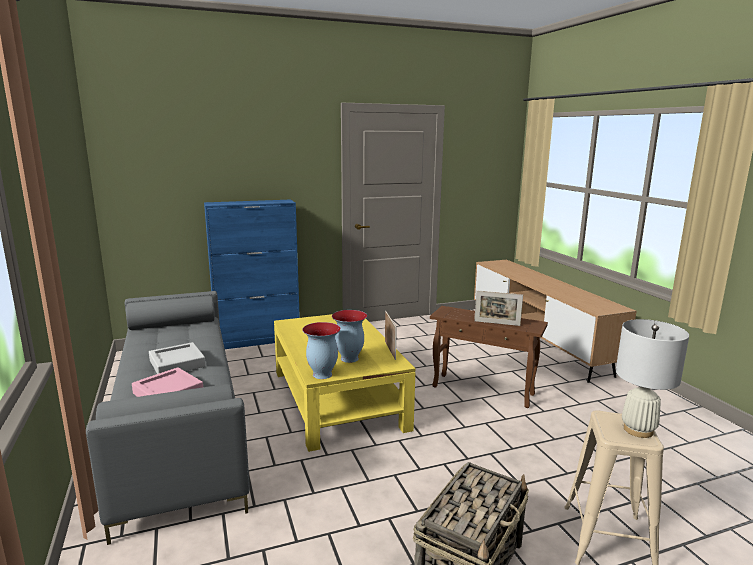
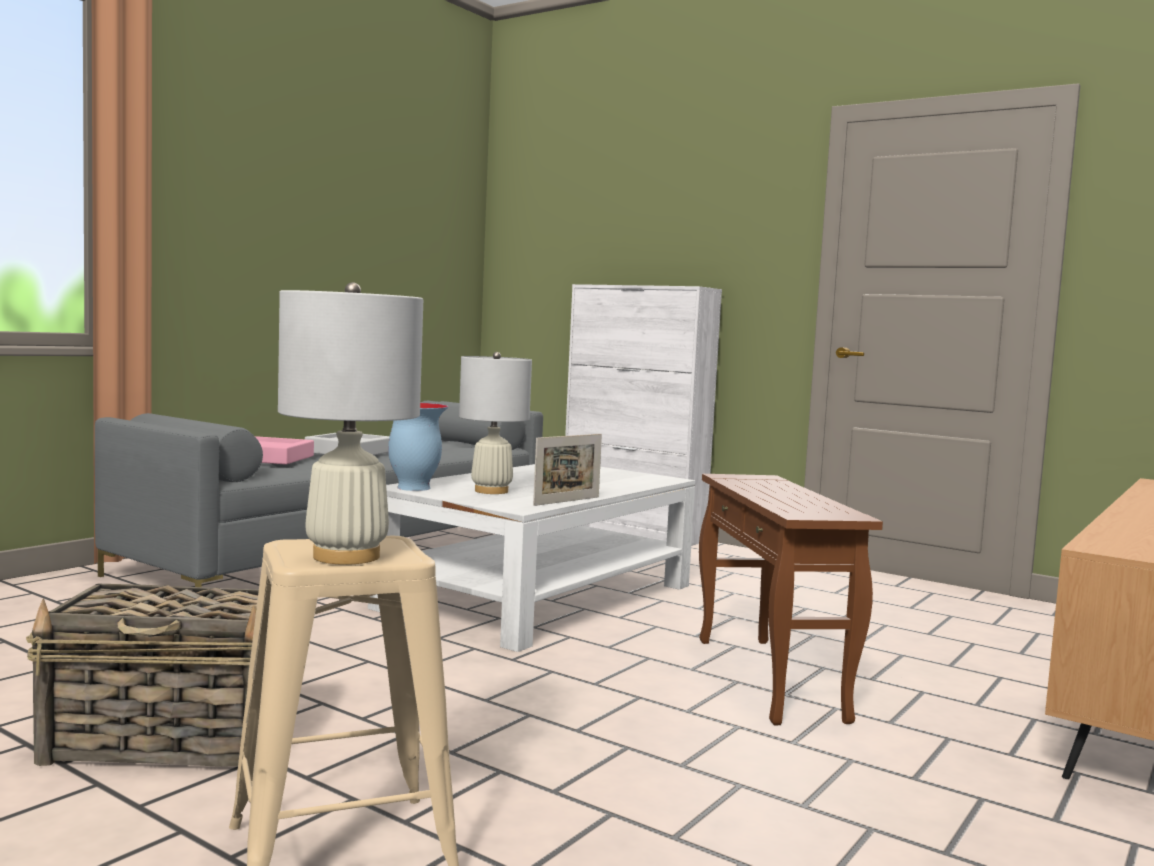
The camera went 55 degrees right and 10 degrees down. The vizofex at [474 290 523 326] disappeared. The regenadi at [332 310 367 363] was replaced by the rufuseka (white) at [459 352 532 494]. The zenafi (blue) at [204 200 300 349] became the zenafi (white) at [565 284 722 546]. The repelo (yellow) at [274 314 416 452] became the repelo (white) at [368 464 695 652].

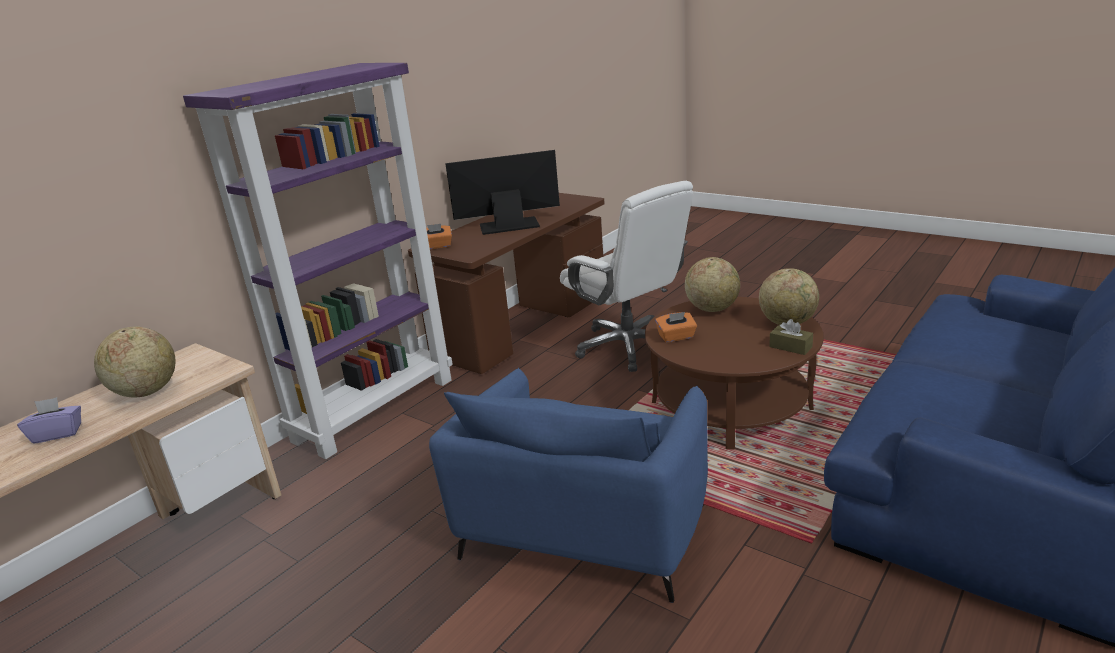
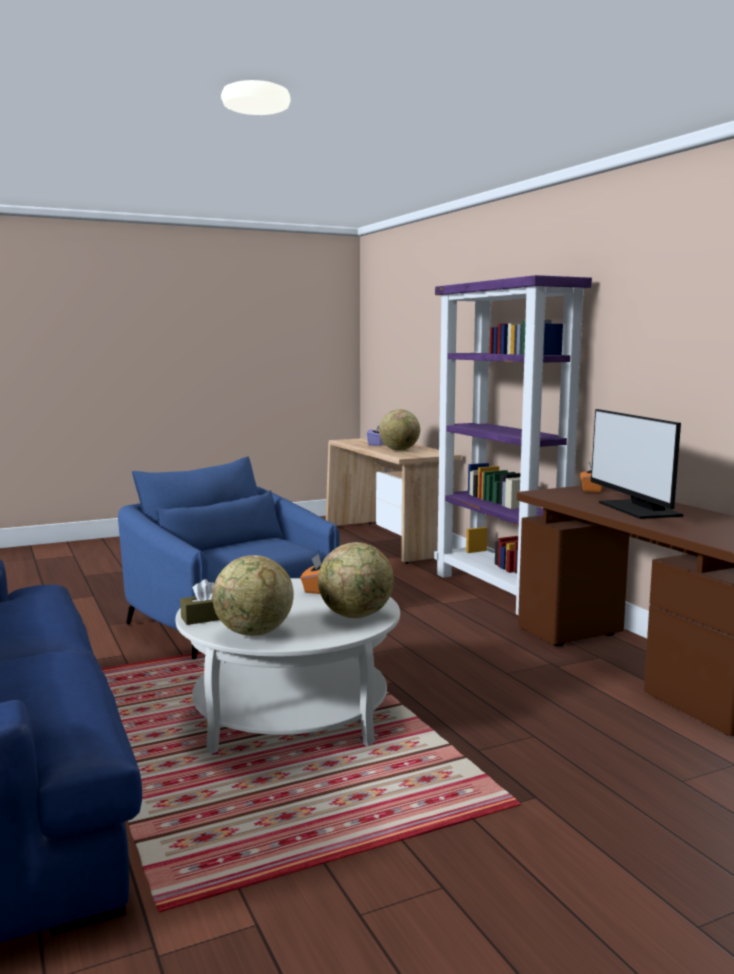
The camera went 115 degrees right and 15 degrees down. The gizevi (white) at [560 181 693 372] disappeared. The repelo (brown) at [645 297 824 450] became the repelo (white) at [176 578 400 753]. The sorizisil at [445 150 560 235] turned 150 degrees clockwise.

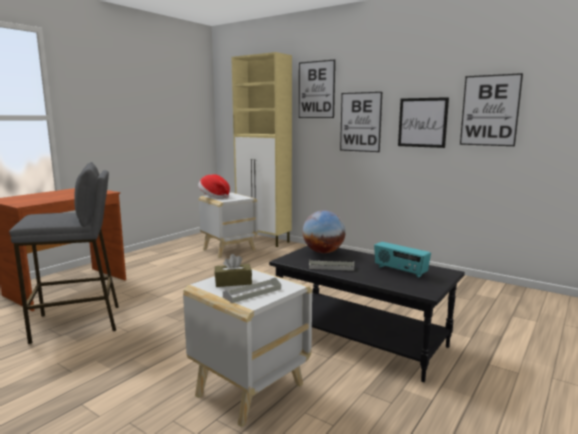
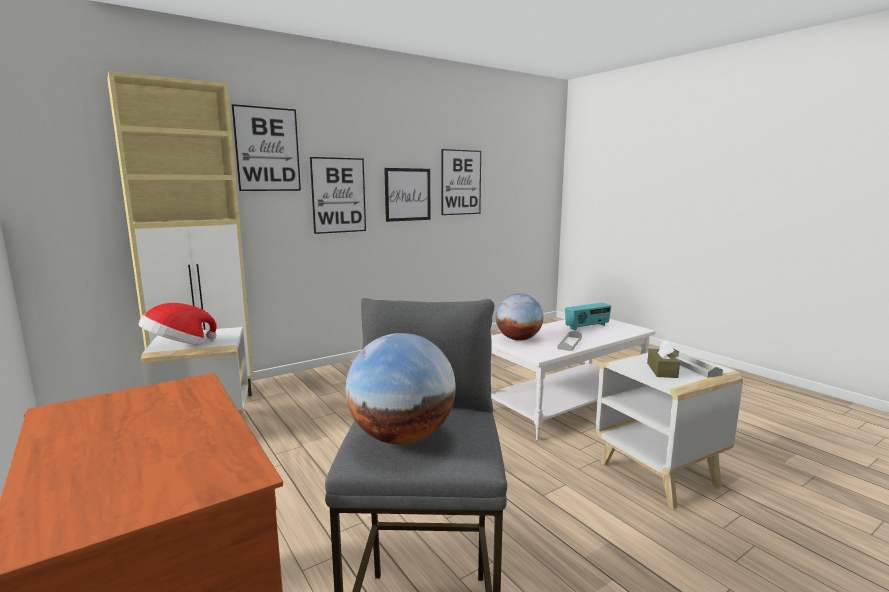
The camera went 70 degrees left and 0 degrees up. The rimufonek at [346 333 456 444] appeared. The repelo (black) at [269 246 465 382] became the repelo (white) at [491 319 655 440].

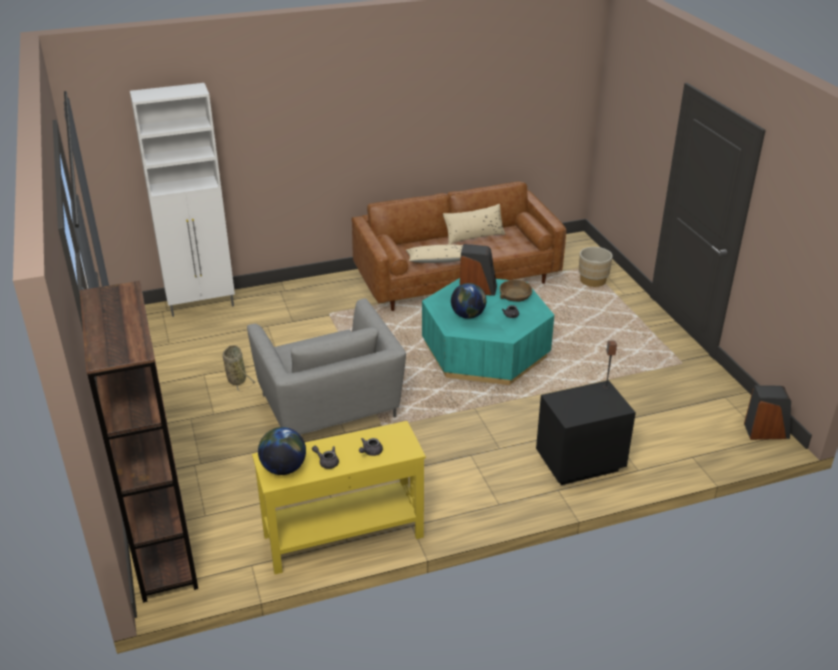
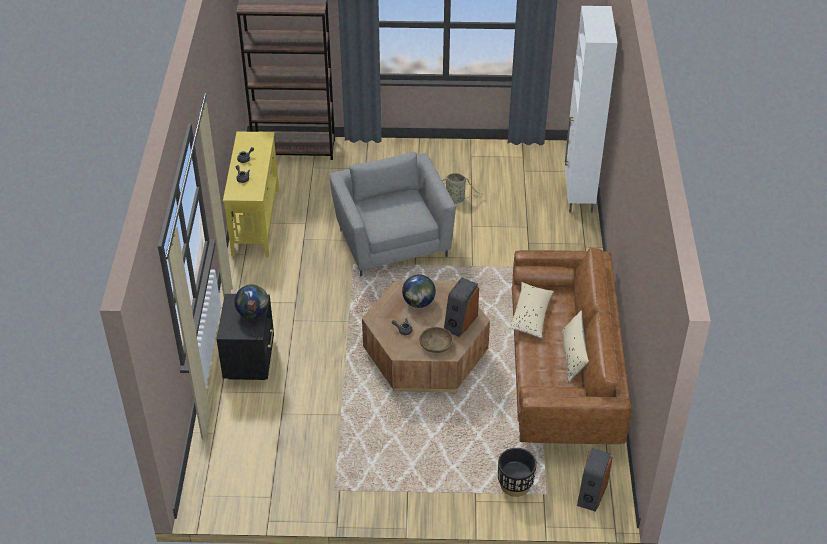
The camera went 110 degrees right and 10 degrees up. The rimufonek moved from [258 427 306 475] to [234 285 269 319]. The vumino moved from [744 385 791 440] to [577 448 612 512]. The repelo (turquoise) at [422 278 554 385] became the repelo (brown) at [362 280 490 392]. The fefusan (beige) at [579 247 613 287] became the fefusan (black) at [498 448 537 497]. The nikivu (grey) at [247 298 406 435] turned 75 degrees clockwise.

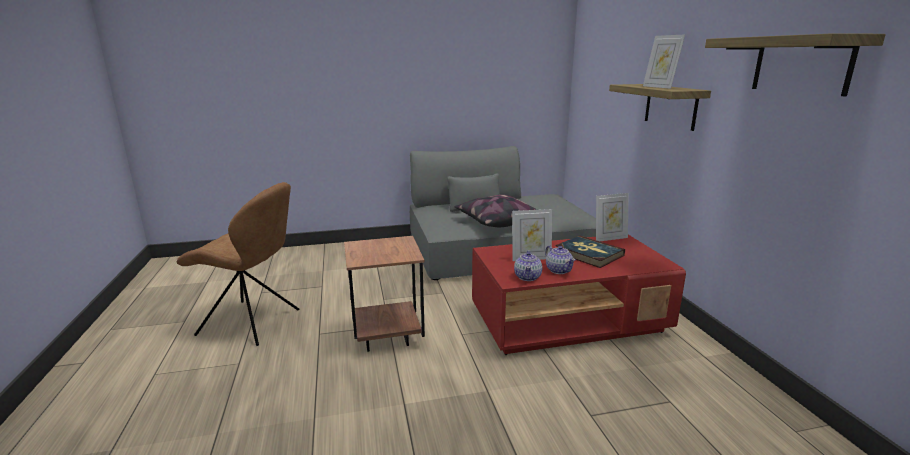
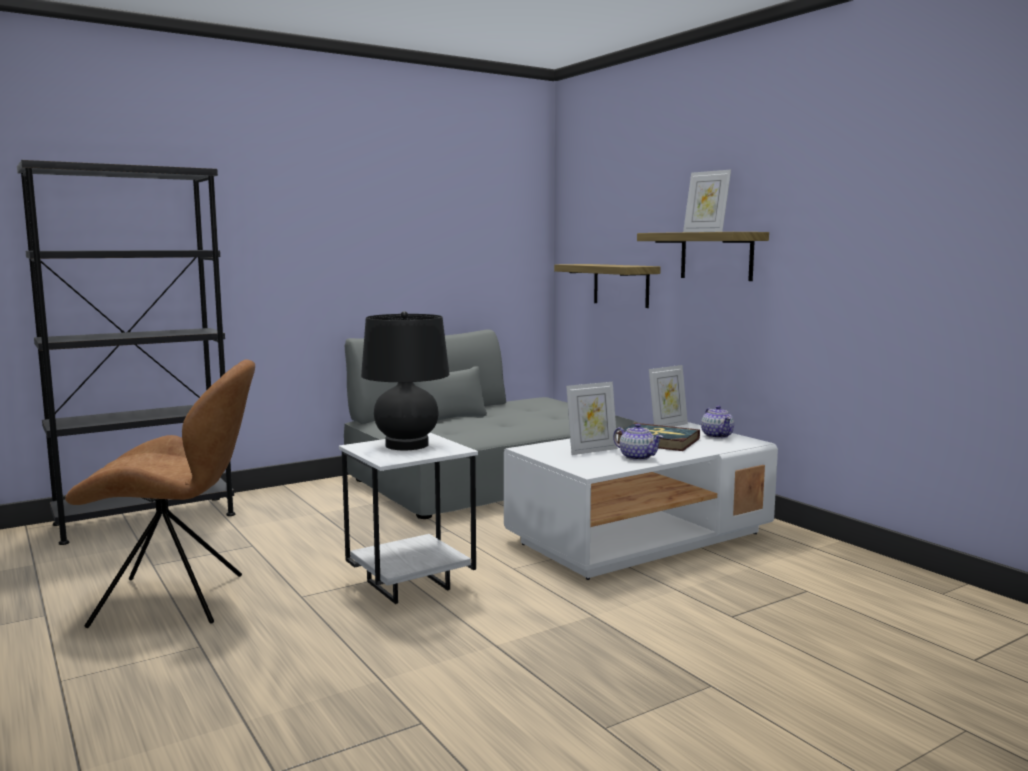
The camera went 20 degrees left and 10 degrees down. The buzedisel at [455 195 537 227] disappeared. The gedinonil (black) at [17 160 236 545] appeared. The rufuseka (black) at [361 311 449 450] appeared. The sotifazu moved from [514 251 542 281] to [701 405 734 439]. The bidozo moved from [705 33 886 97] to [554 264 661 308]. The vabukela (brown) at [344 236 425 352] became the vabukela (white) at [339 433 478 604]. The repelo (red) at [472 235 686 355] became the repelo (white) at [504 422 778 580].

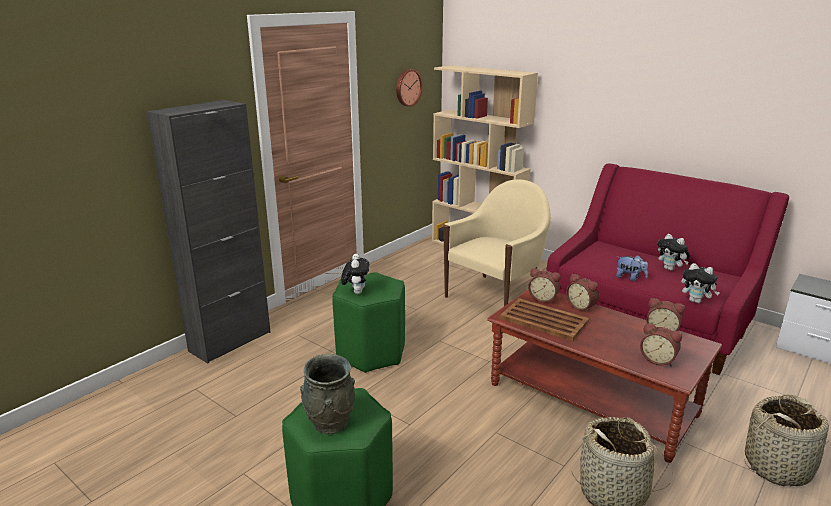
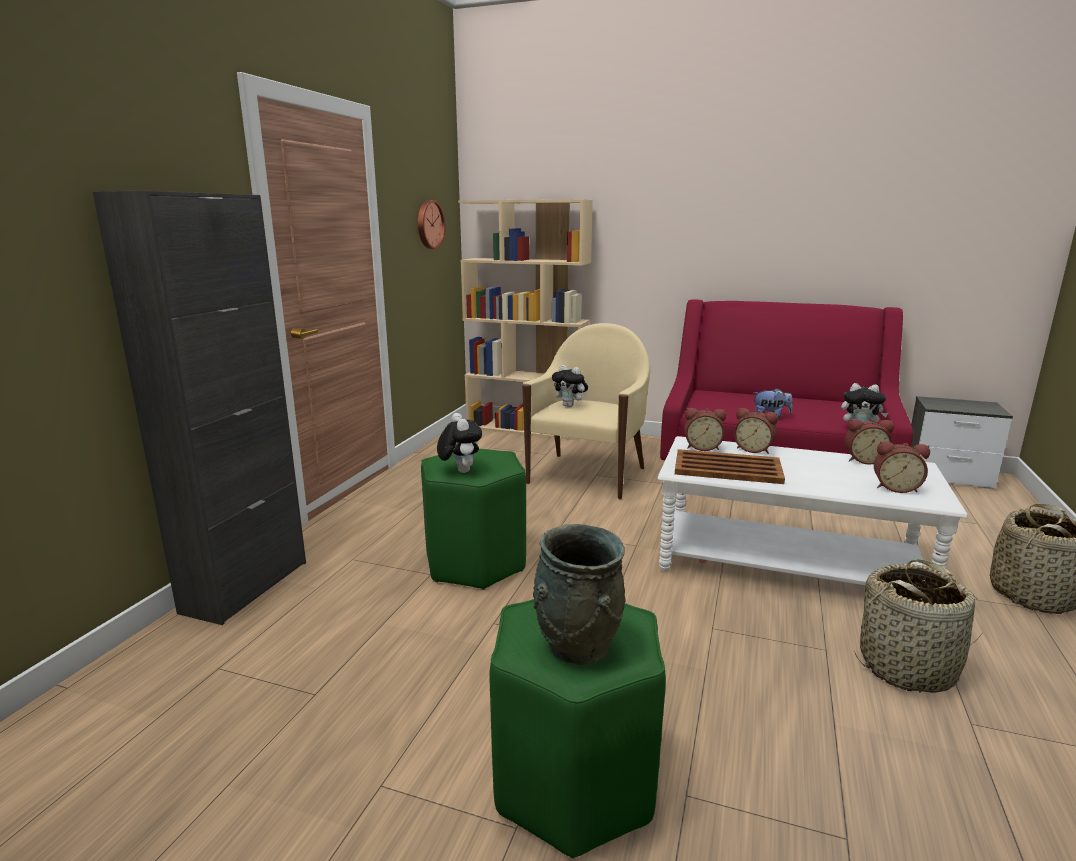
The camera went 20 degrees left and 5 degrees down. The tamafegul moved from [657 234 690 271] to [552 365 588 407]. The repelo (brown) at [487 289 722 463] became the repelo (white) at [657 436 967 586].

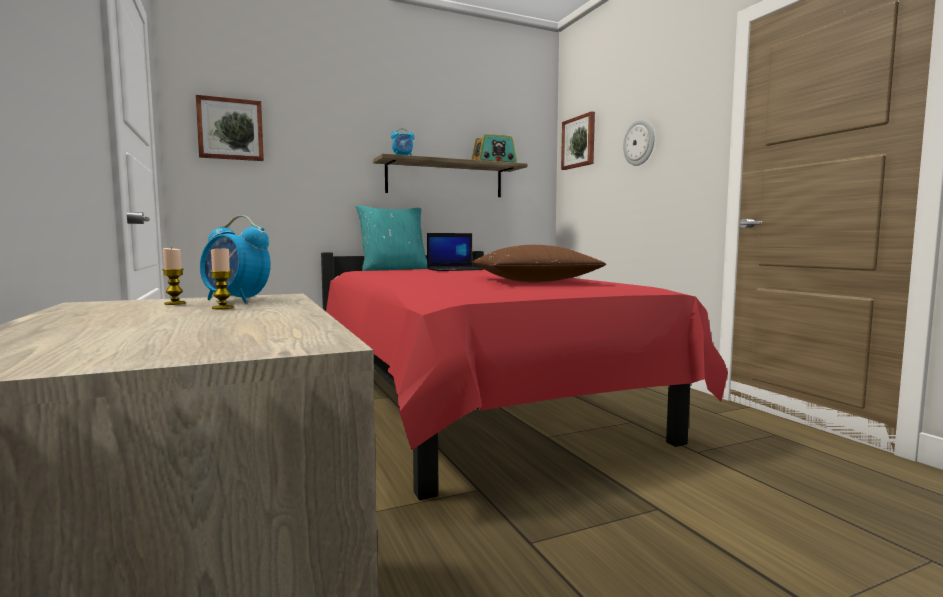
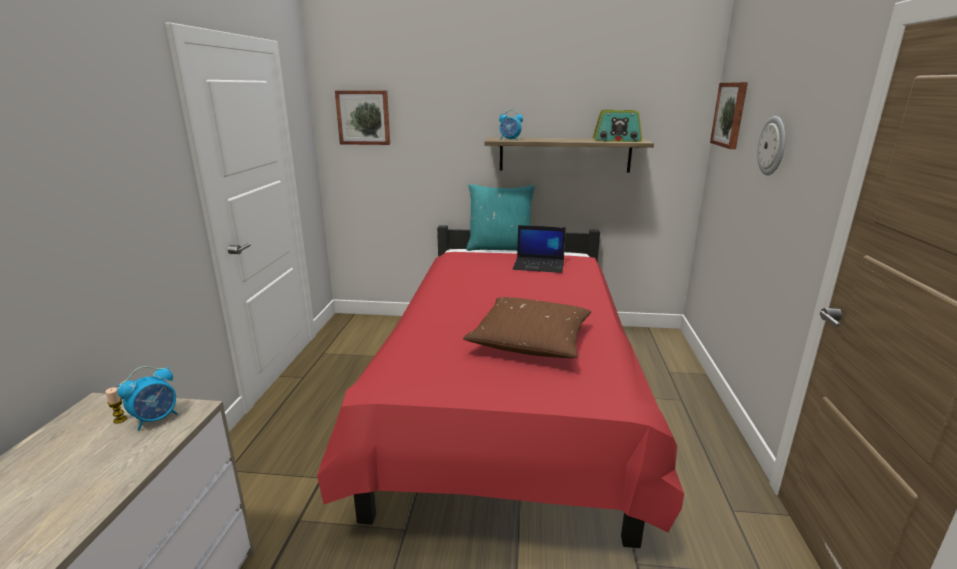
The camera went 30 degrees right and 15 degrees up. The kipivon at [210 249 234 309] disappeared. The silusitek at [200 215 271 303] turned 105 degrees counterclockwise.

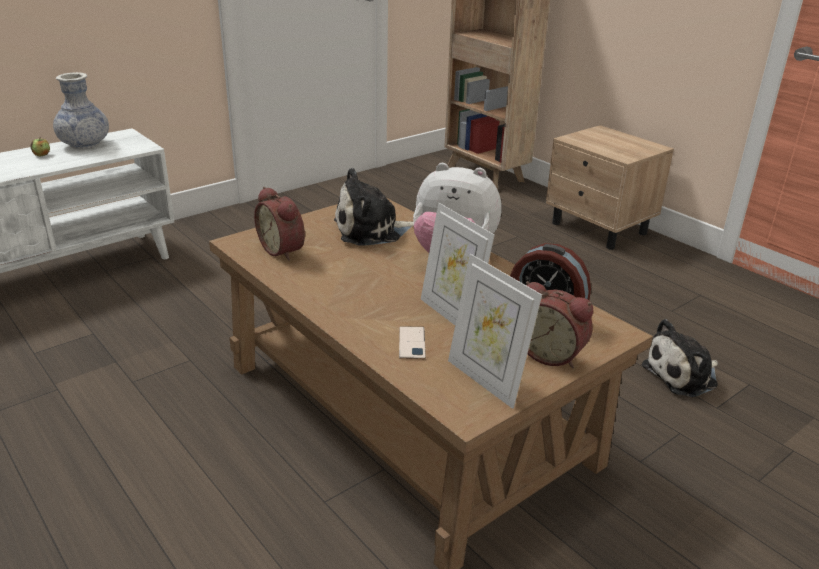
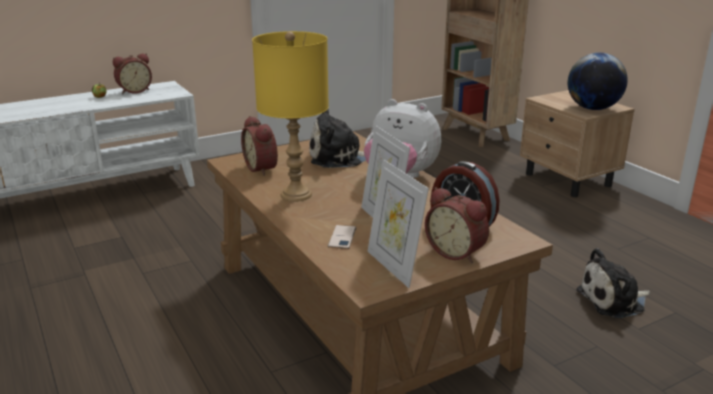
The camera went 10 degrees right and 5 degrees down. The rufuseka (yellow) at [252 31 329 202] appeared. The rimufonek at [568 53 628 110] appeared. The regenadi at [53 72 109 149] was replaced by the silusitek at [113 53 152 94].

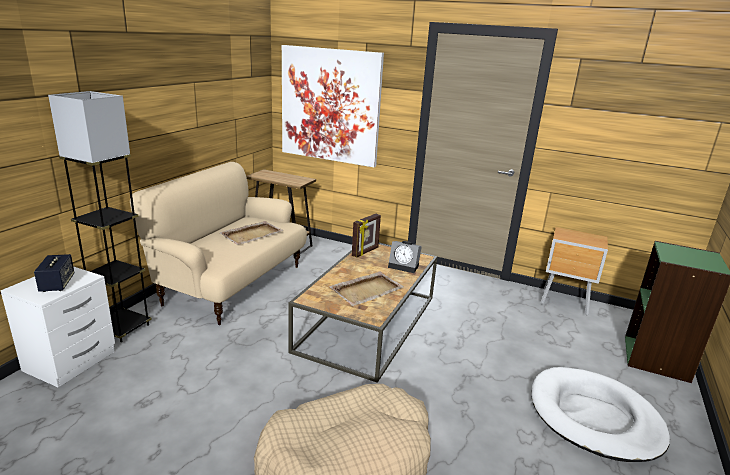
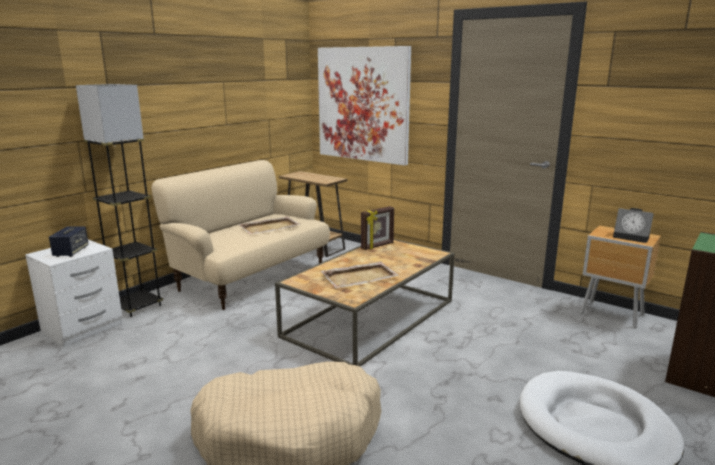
The camera went 15 degrees right and 5 degrees down. The silusitek moved from [388 241 422 273] to [613 208 654 243].

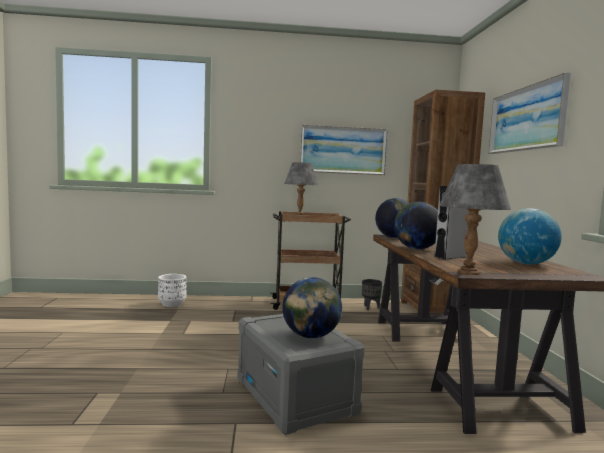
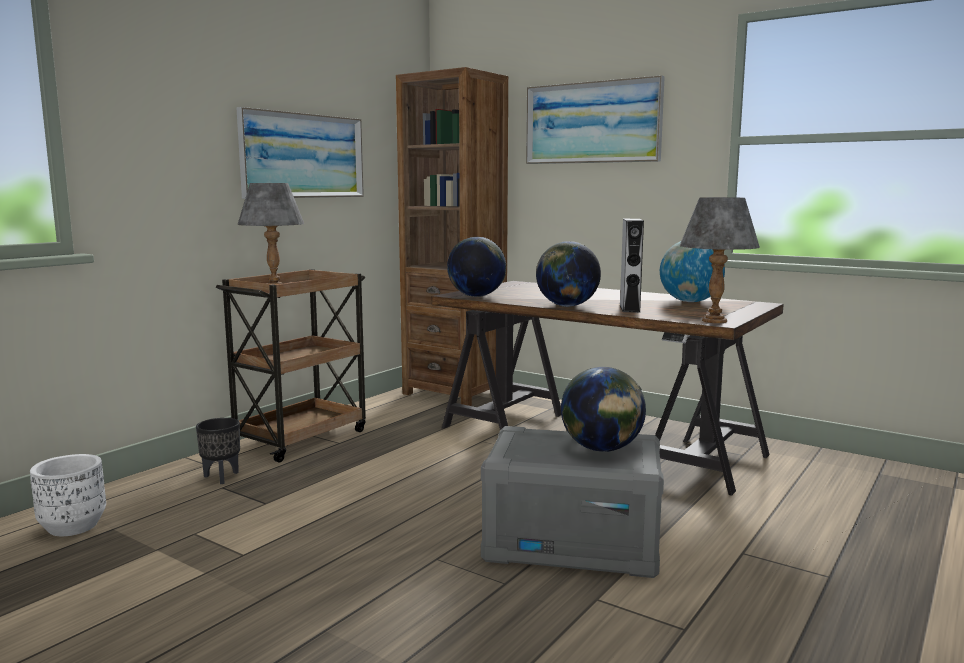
The camera went 50 degrees left and 5 degrees up. The fefusan (black) moved from [362 279 382 310] to [196 418 240 484].

